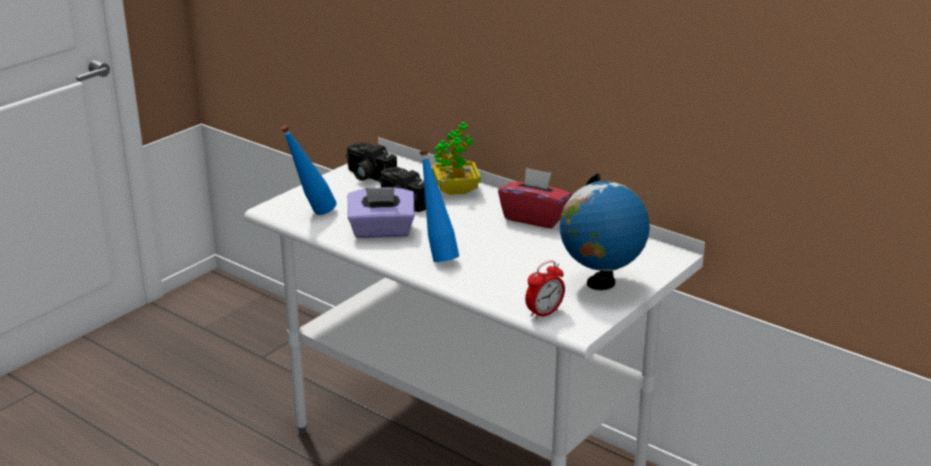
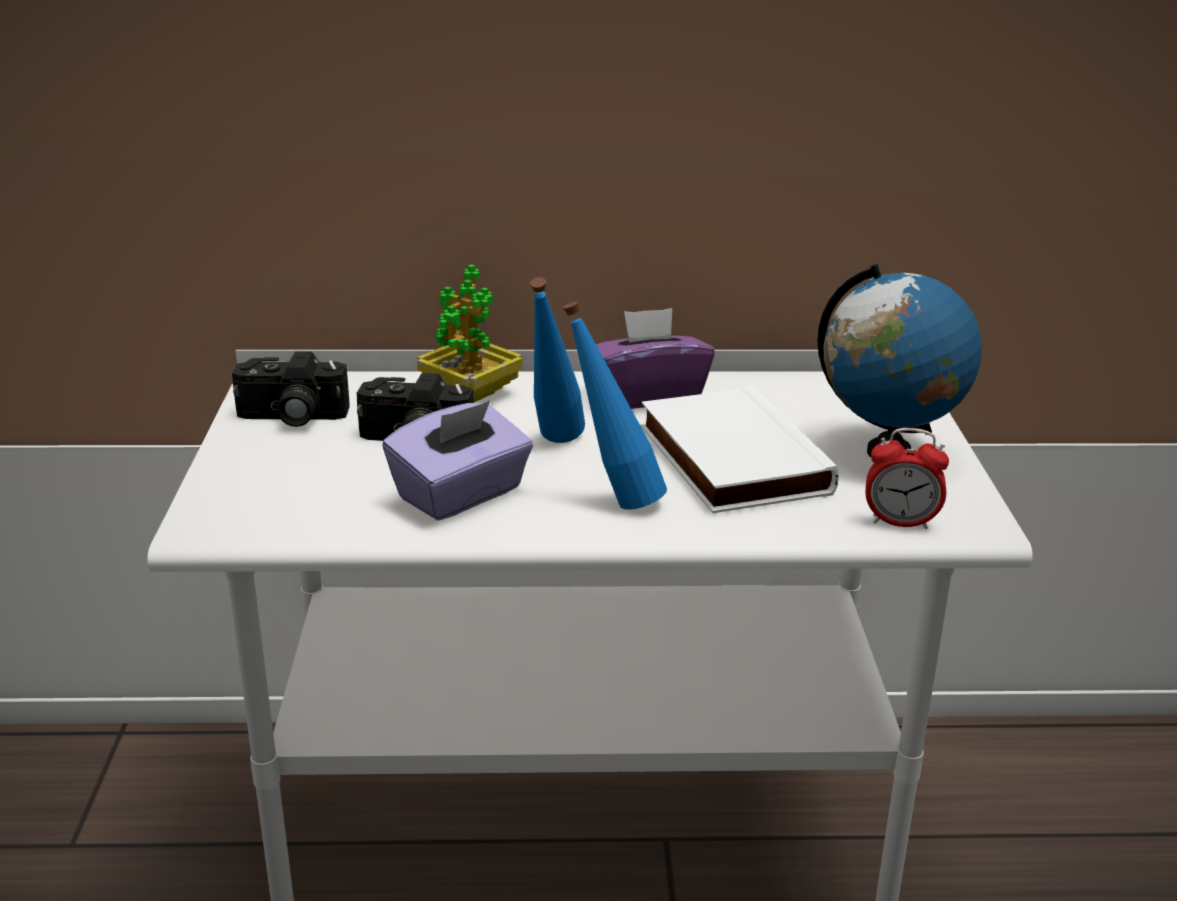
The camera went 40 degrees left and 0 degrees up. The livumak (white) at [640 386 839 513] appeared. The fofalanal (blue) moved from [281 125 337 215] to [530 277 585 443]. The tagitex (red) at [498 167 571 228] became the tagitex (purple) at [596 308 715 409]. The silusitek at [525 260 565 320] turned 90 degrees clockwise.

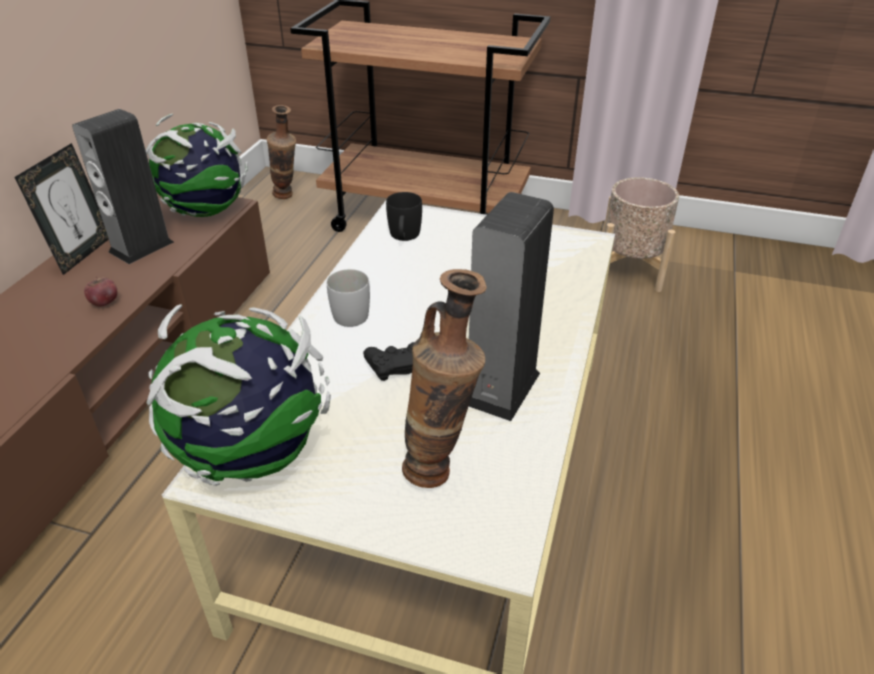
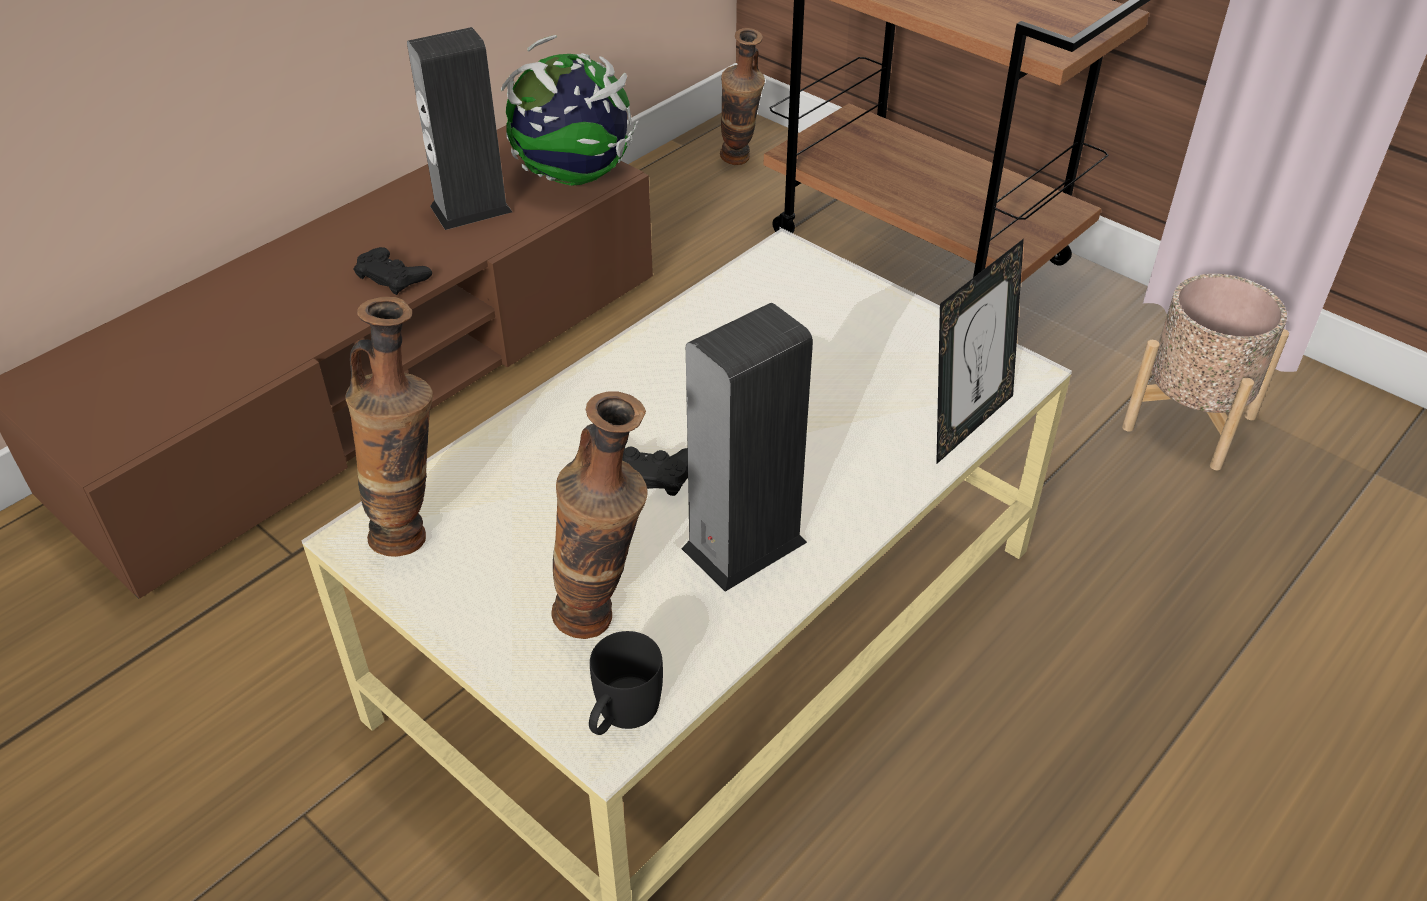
The camera went 25 degrees right and 5 degrees up. The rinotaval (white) at [327 269 370 327] disappeared. The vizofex moved from [15 143 109 275] to [936 239 1024 464]. The rinotaval (black) moved from [386 192 422 241] to [589 631 663 735]. The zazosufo at [84 277 118 307] was replaced by the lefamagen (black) at [353 247 432 295]. The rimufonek at [147 304 331 486] was replaced by the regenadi at [346 297 433 557].

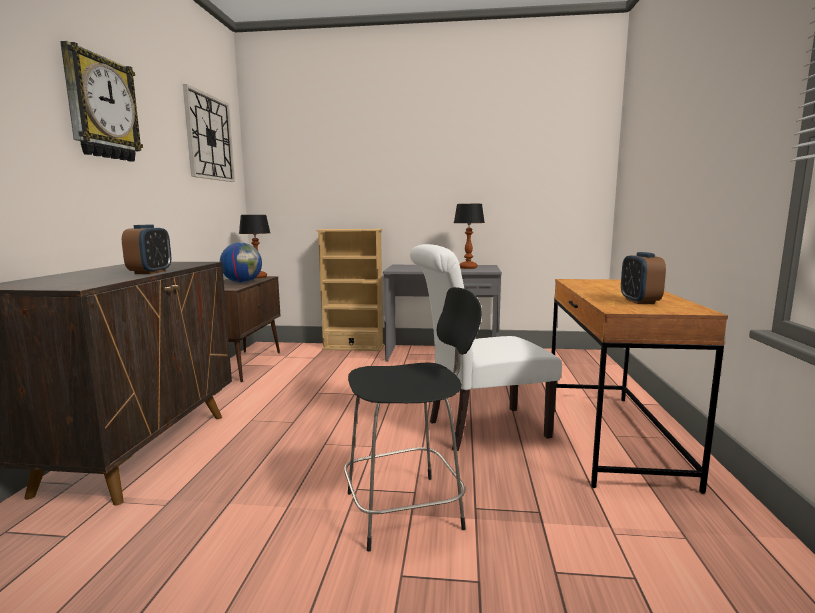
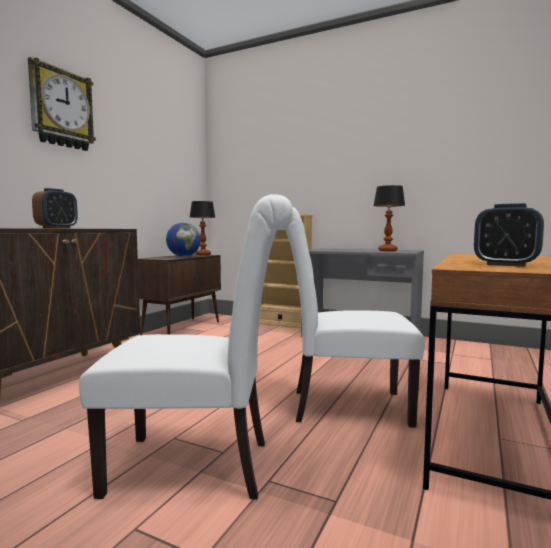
The camera went 20 degrees right and 5 degrees down. The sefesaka at [183 84 235 182] disappeared. The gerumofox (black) at [344 287 482 552] was replaced by the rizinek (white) at [79 194 293 499]. The silusitek at [621 252 666 304] turned 75 degrees counterclockwise.

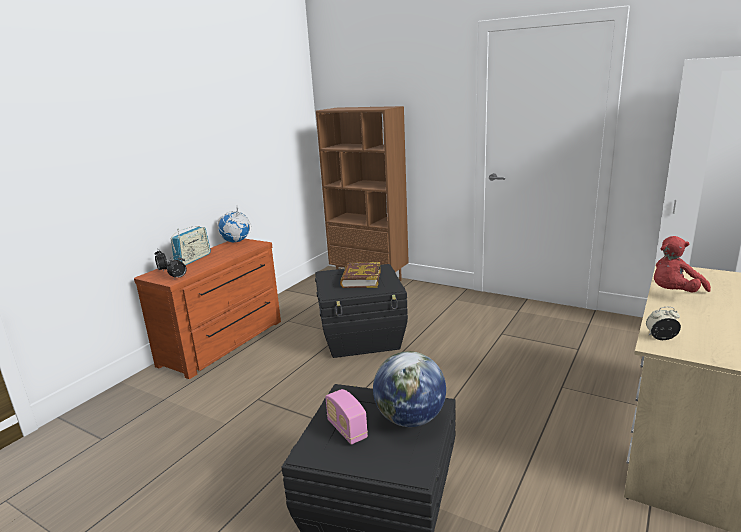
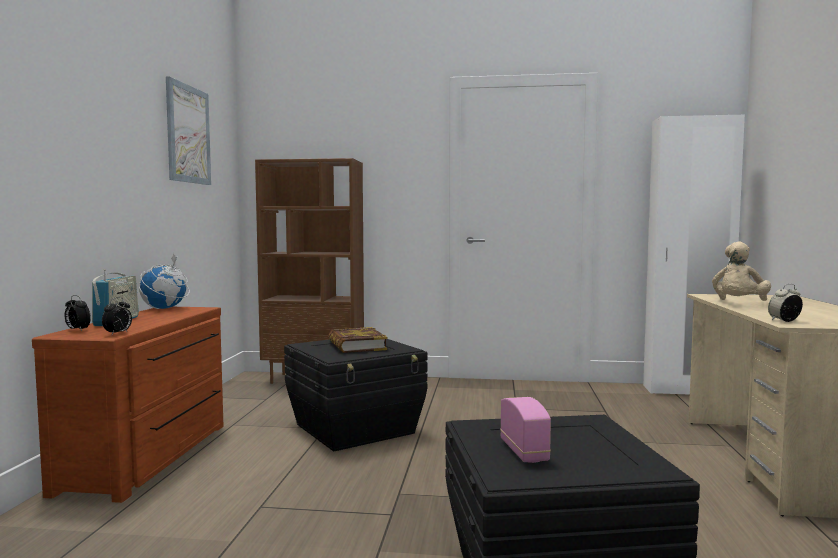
The camera went 25 degrees left and 15 degrees down. The rimufonek at [373 351 446 427] disappeared. The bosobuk at [166 76 211 185] appeared. The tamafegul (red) at [654 236 711 292] became the tamafegul (beige) at [712 242 771 301]. The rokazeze at [325 389 368 445] turned 135 degrees counterclockwise.

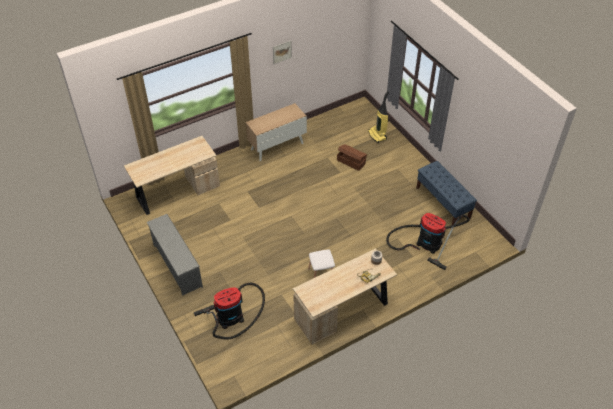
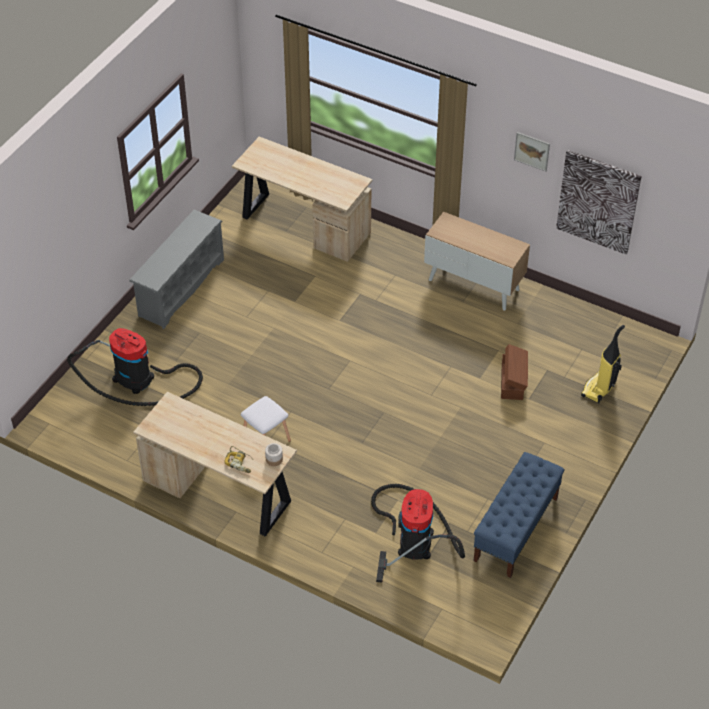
The camera went 60 degrees right and 0 degrees up. The bosobuk at [556 150 642 254] appeared.

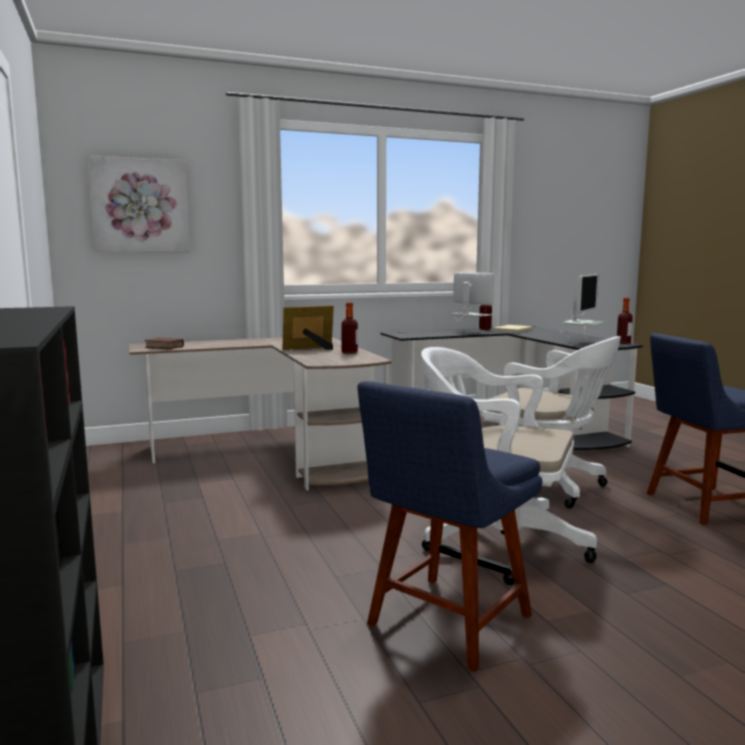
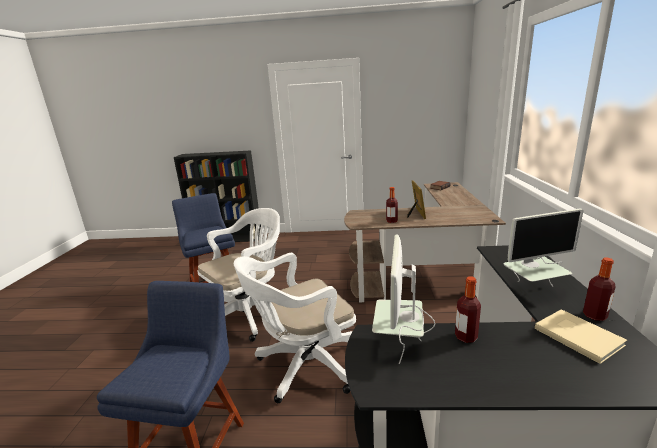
The camera went 115 degrees right and 10 degrees up. The bosobuk at [87 155 190 252] disappeared. The fofalanal moved from [617 298 633 344] to [455 276 481 343]. The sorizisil at [558 274 604 341] turned 45 degrees clockwise.

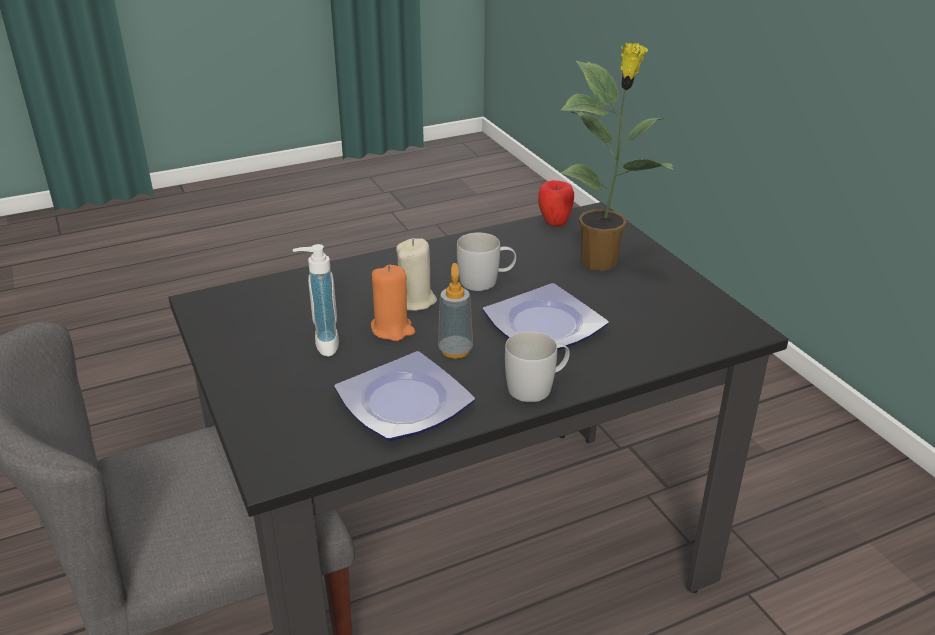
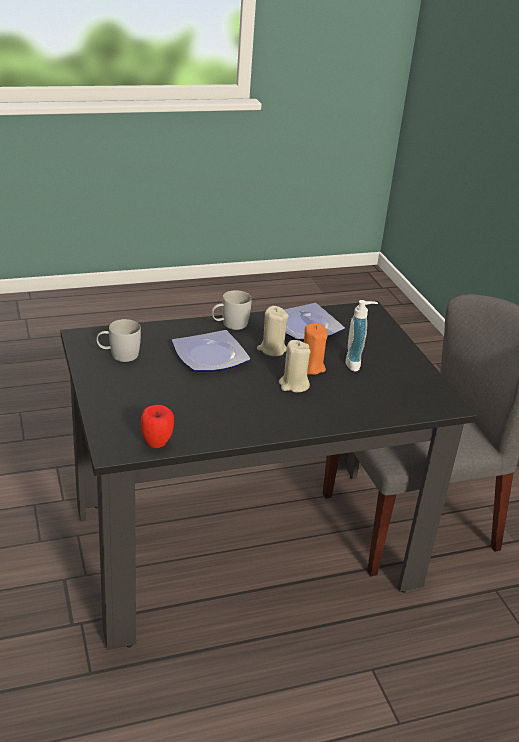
The camera went 175 degrees left and 0 degrees up. The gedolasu at [561 43 674 271] disappeared. The rinotaval (white) moved from [457 233 516 291] to [96 319 141 362]. The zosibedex at [438 263 473 359] was replaced by the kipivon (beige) at [257 306 289 356].

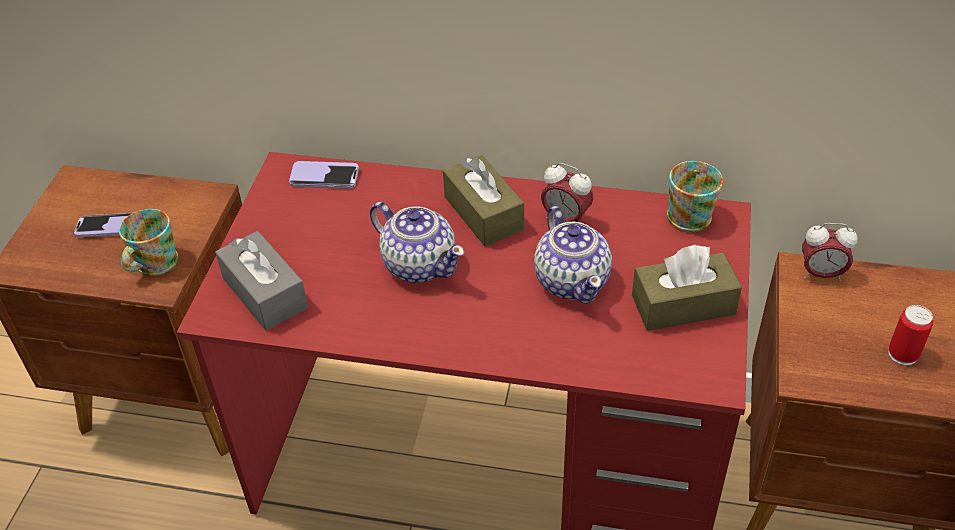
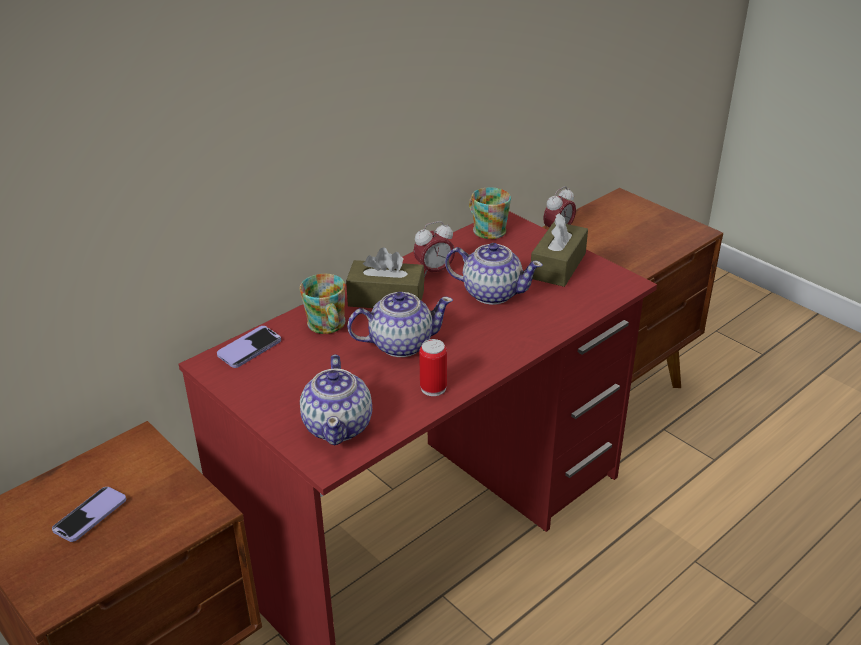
The camera went 55 degrees left and 10 degrees down. The rinotaval moved from [119 209 178 276] to [300 274 345 334]. The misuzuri moved from [888 305 934 365] to [419 339 447 396]. The tagitex (grey) at [215 231 308 330] was replaced by the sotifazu at [300 355 372 445].

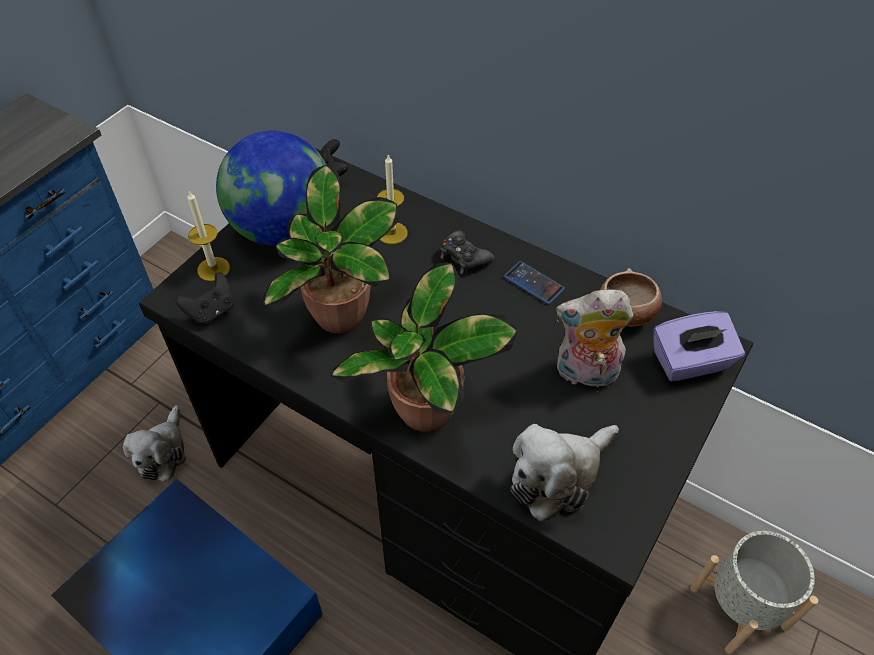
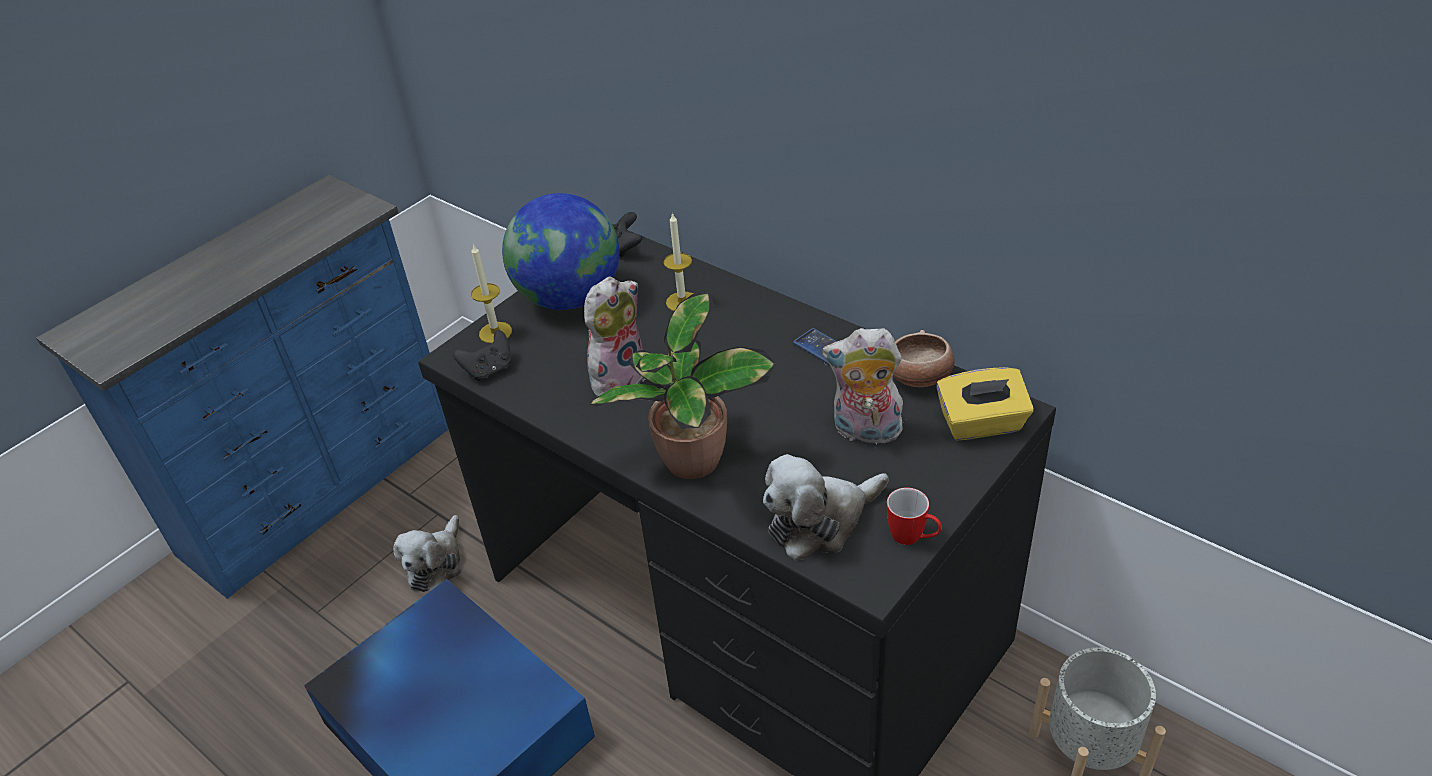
The camera went 10 degrees right and 10 degrees down. The lefamagen (black) at [440 230 494 274] disappeared. The rinotaval at [887 487 942 545] appeared. The gedolasu at [263 165 399 333] was replaced by the tamafegul at [584 277 645 397]. The tagitex (purple) at [653 311 745 381] became the tagitex (yellow) at [936 367 1034 440].

